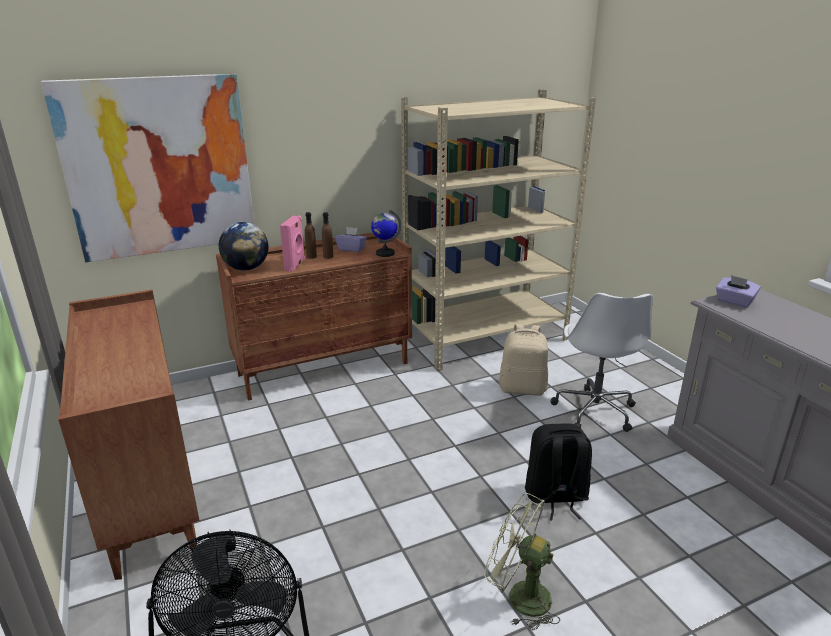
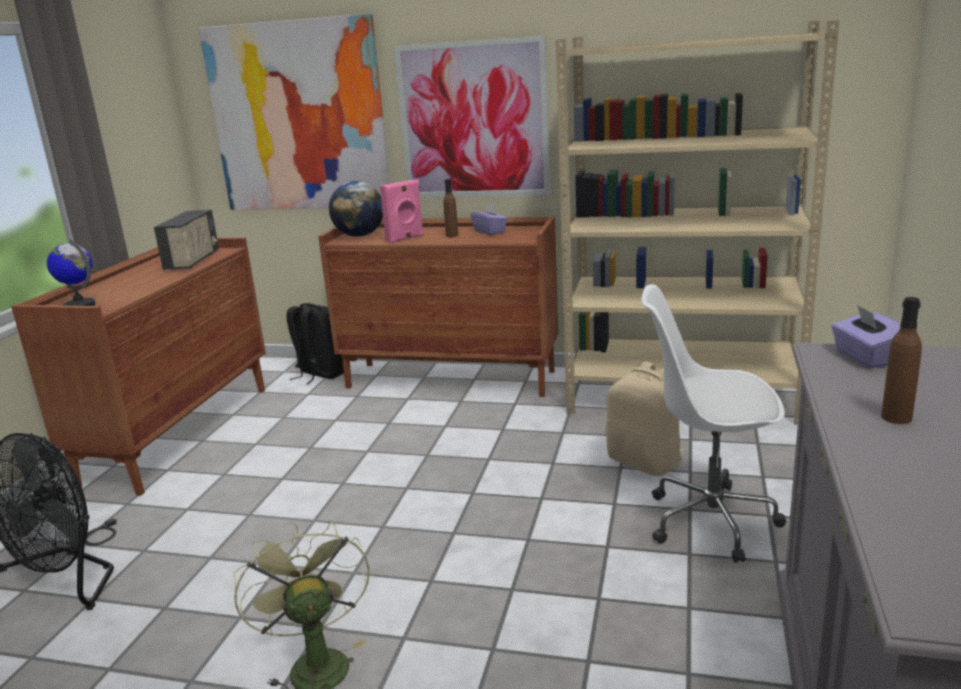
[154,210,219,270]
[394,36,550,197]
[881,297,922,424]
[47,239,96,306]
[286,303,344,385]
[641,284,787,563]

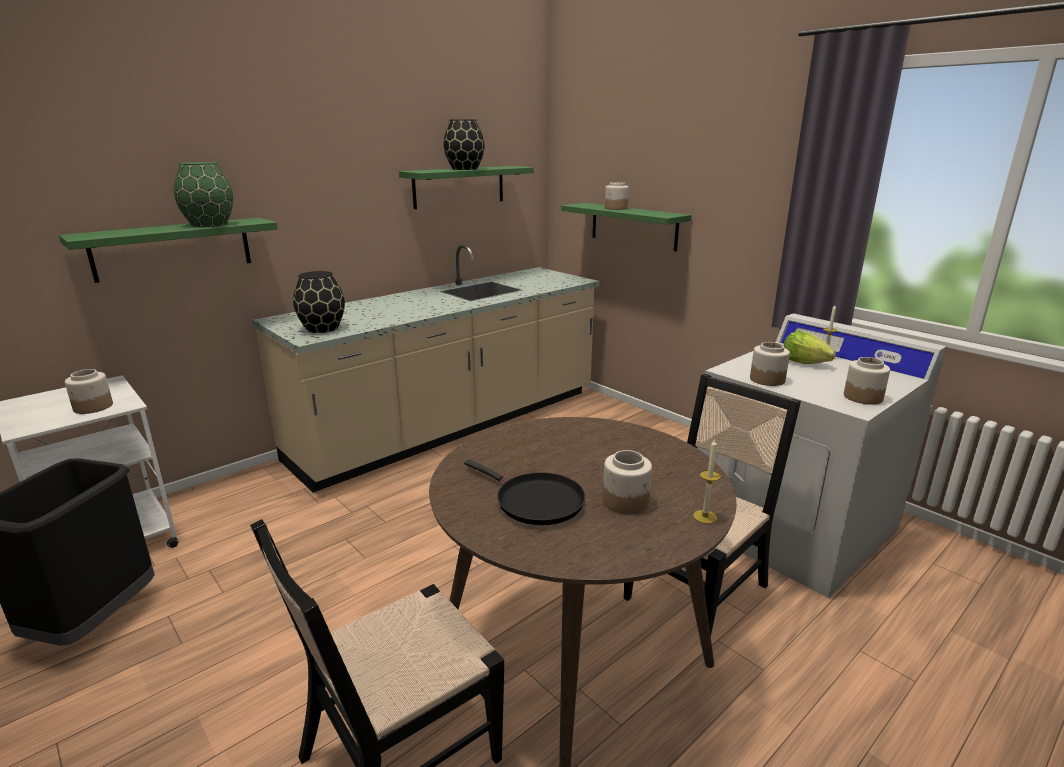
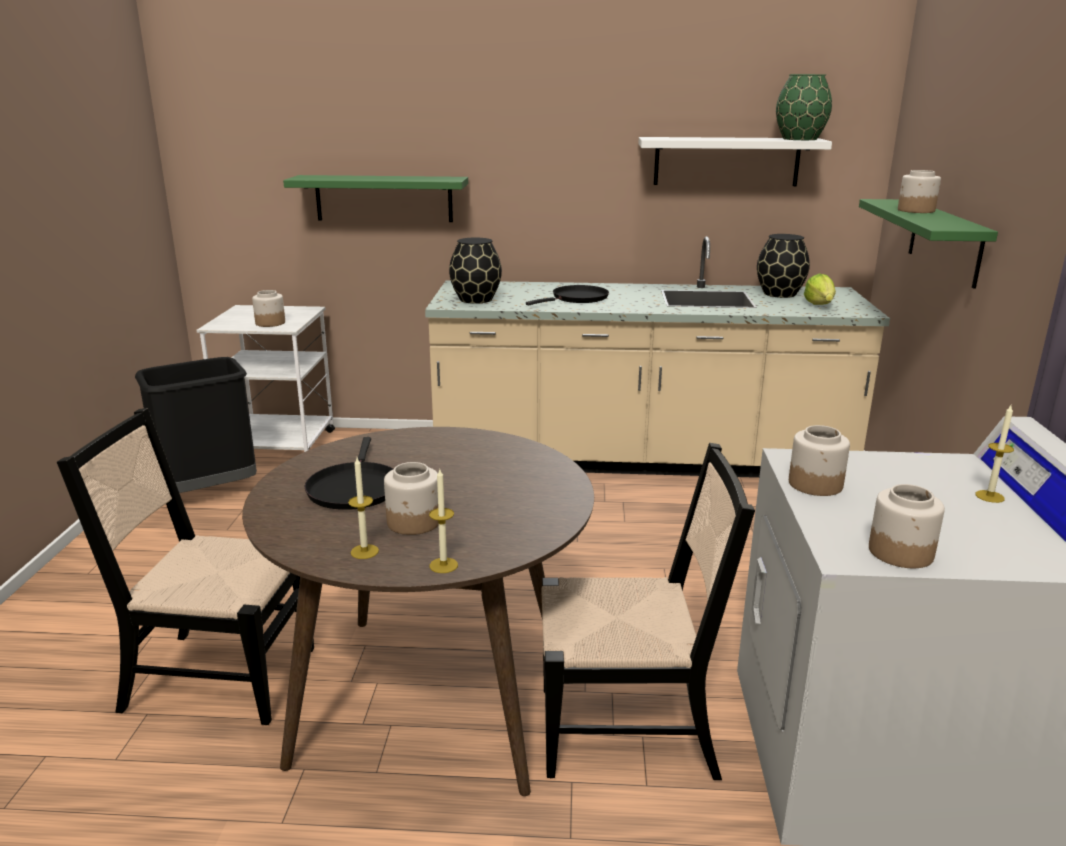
[348,458,379,559]
[526,285,609,305]
[776,74,832,140]
[757,234,810,298]
[804,273,836,305]
[638,137,832,186]

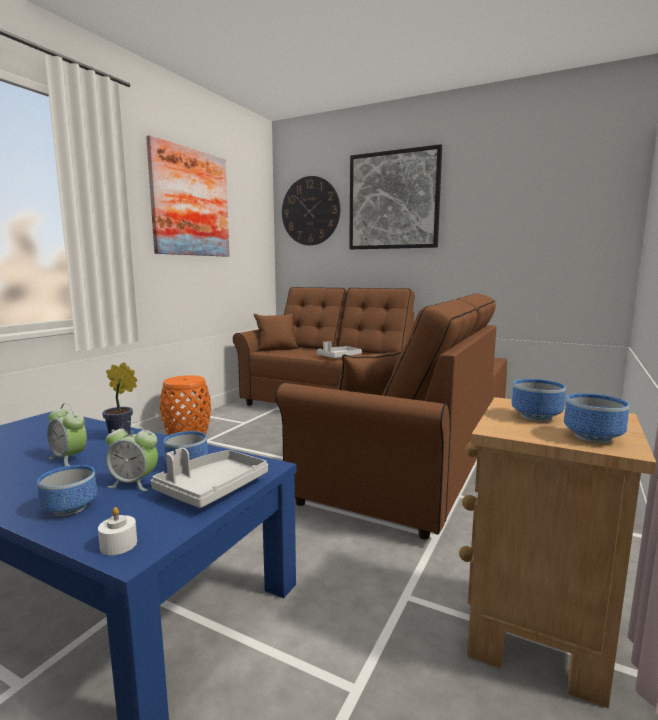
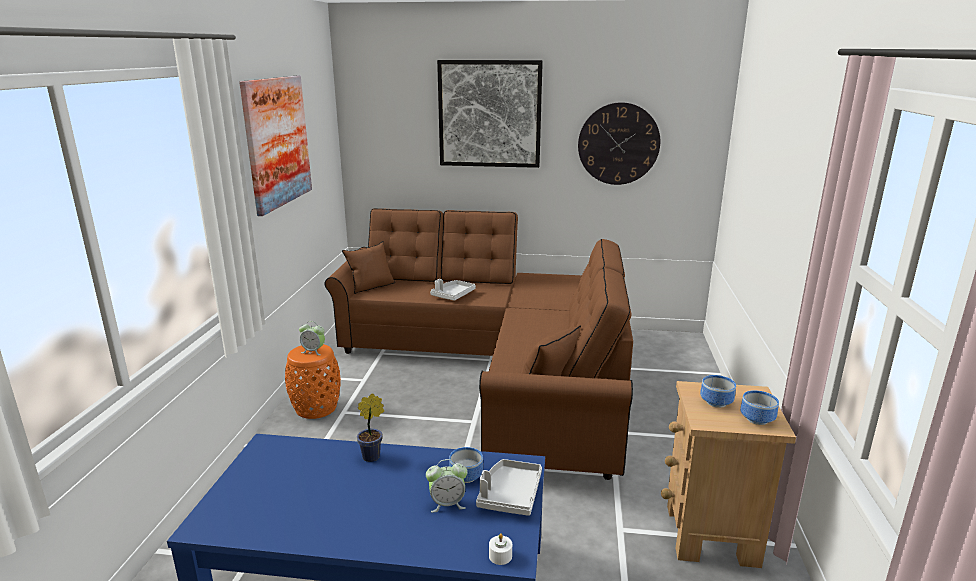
[37,465,97,516] (first image)
[299,321,325,355]
[578,102,660,185]

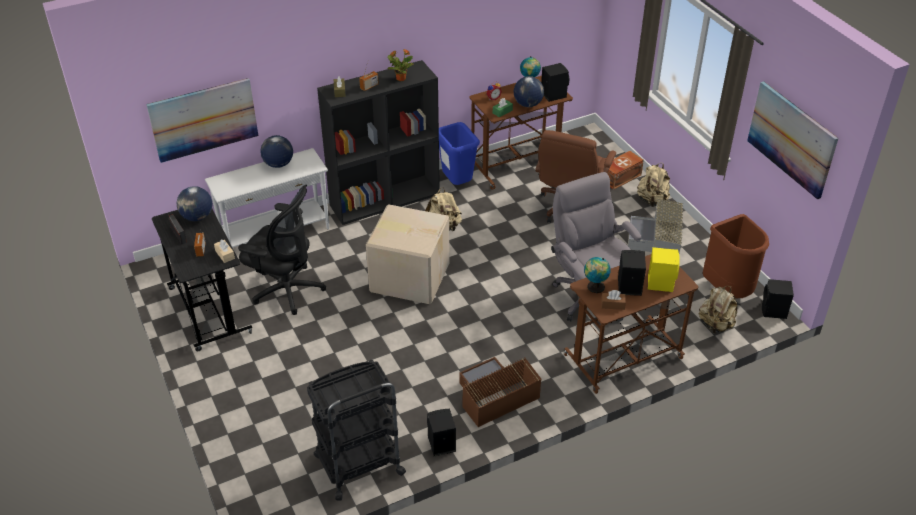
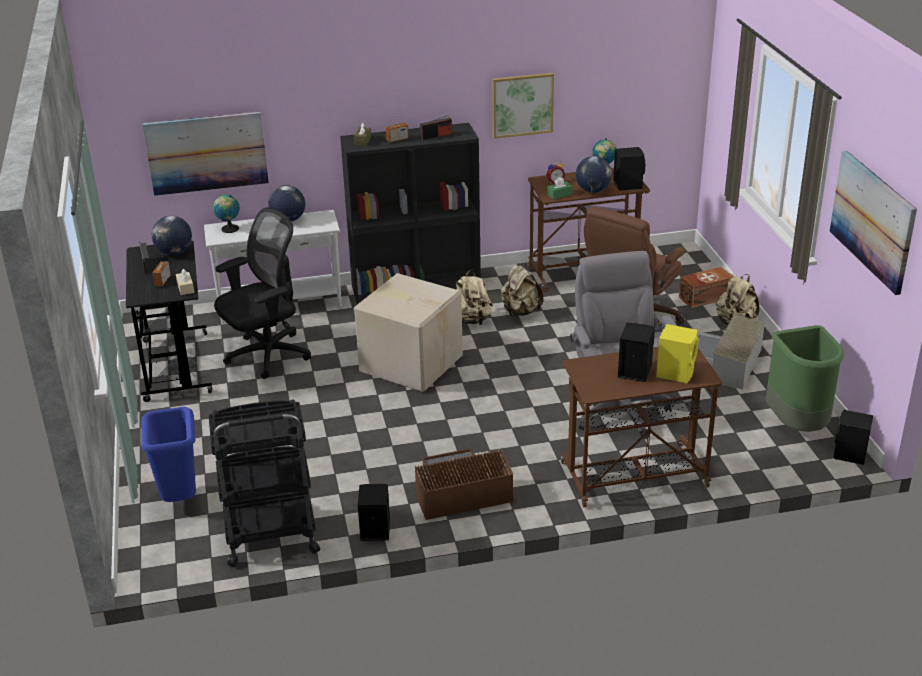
[601,290,626,310] (first image)
[492,73,554,139]
[141,407,196,502]
[213,195,240,233]
[501,264,543,317]
[420,115,452,140]
[766,325,844,432]
[214,207,311,379]

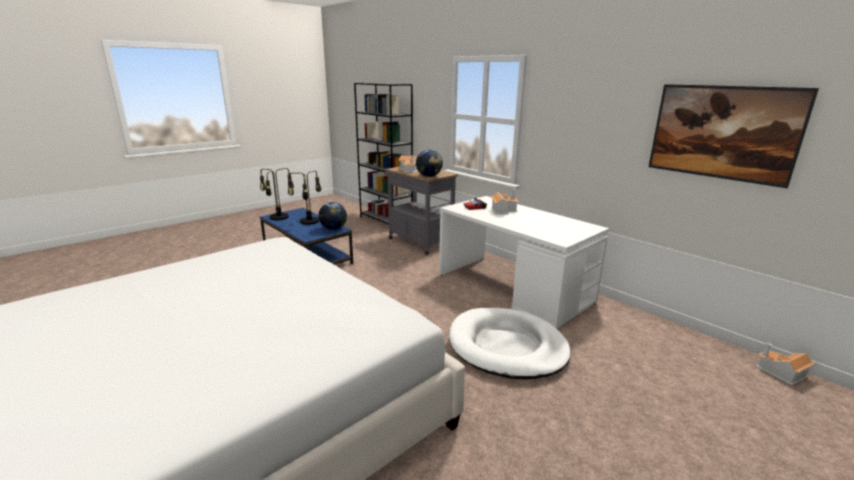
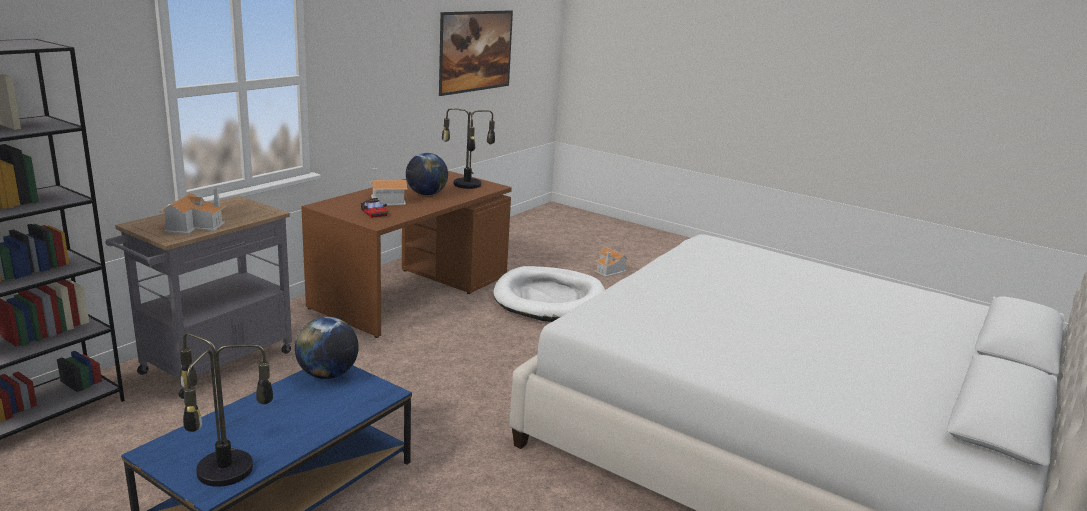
[442,108,495,189]
[406,153,448,195]
[595,247,629,277]
[301,171,512,338]

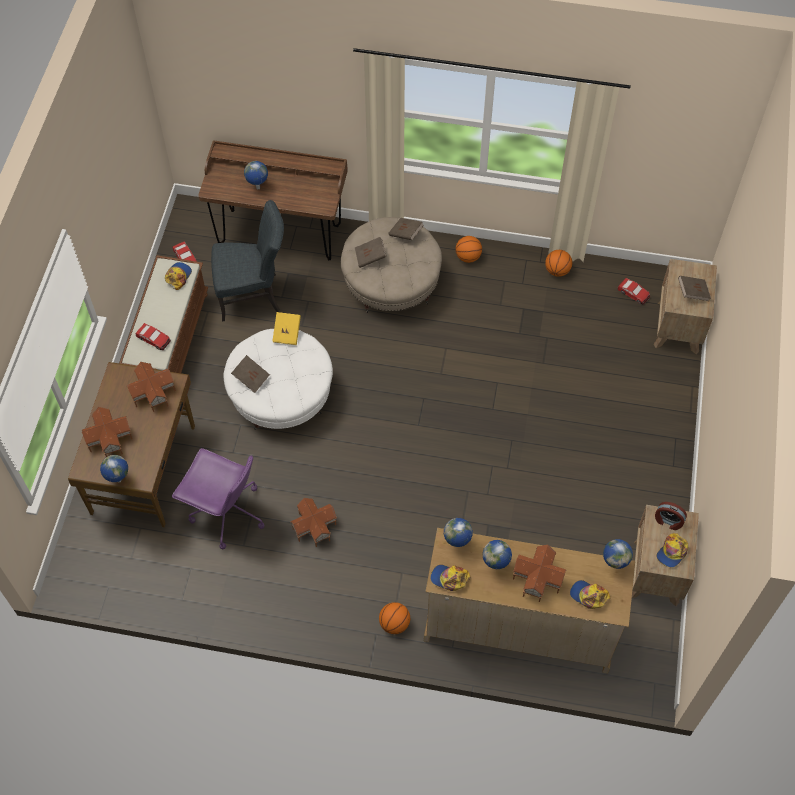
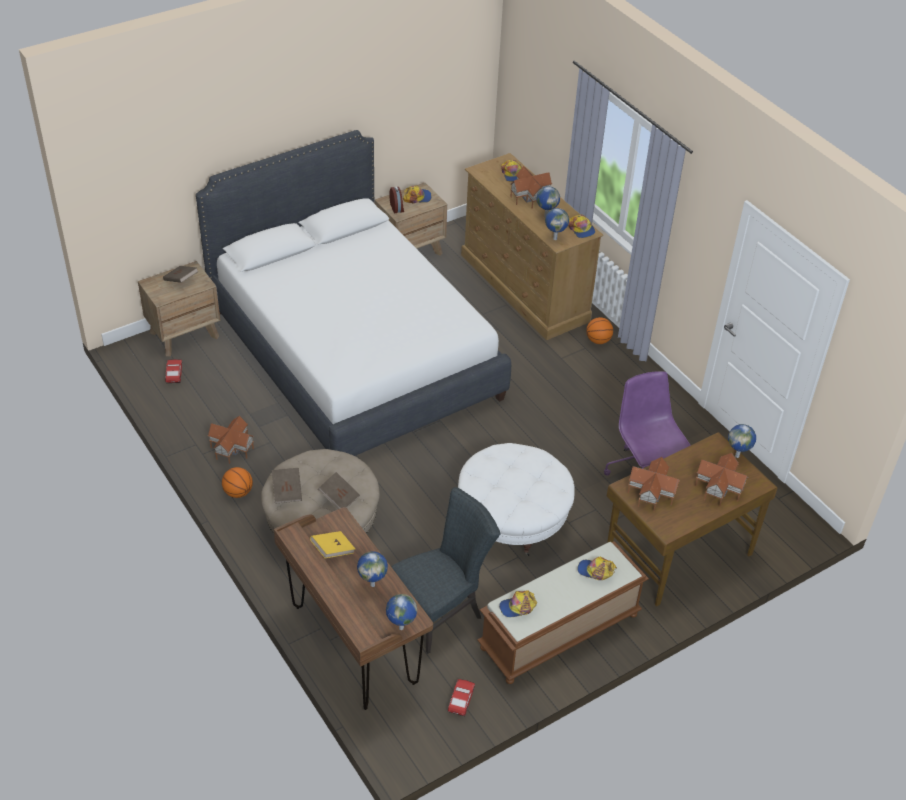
[231,355,270,393] (first image)
[545,250,572,277] (first image)
[196,130,511,456]
[310,531,355,558]
[208,416,254,464]
[386,594,417,630]
[577,556,617,580]
[391,487,501,654]

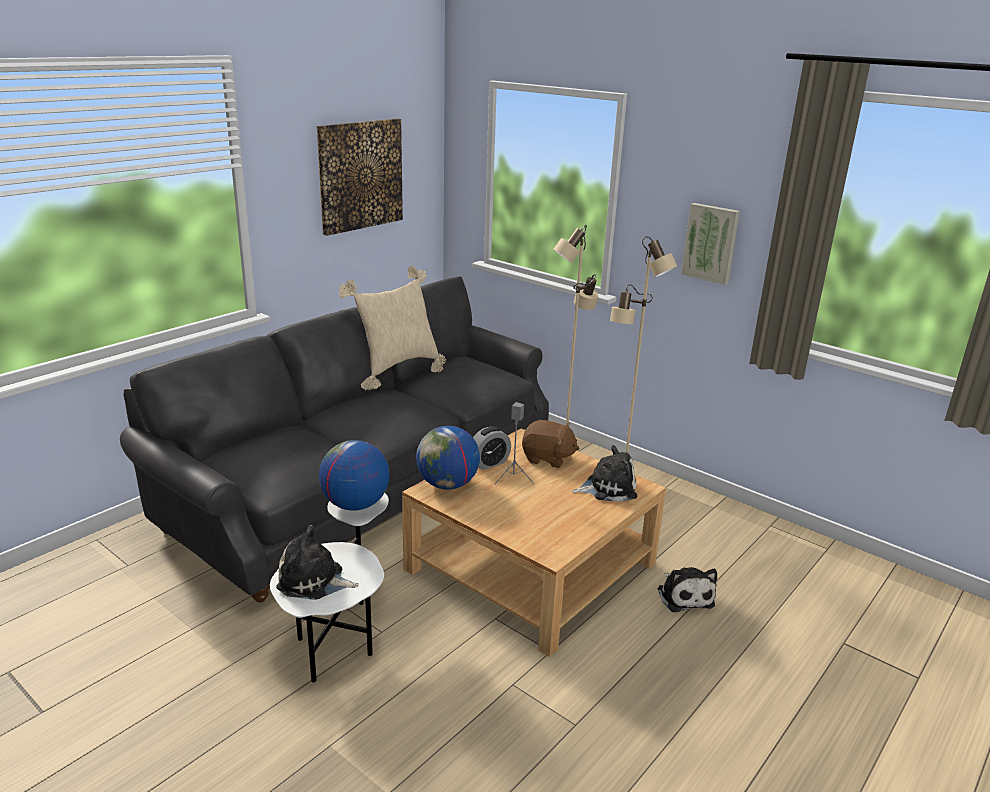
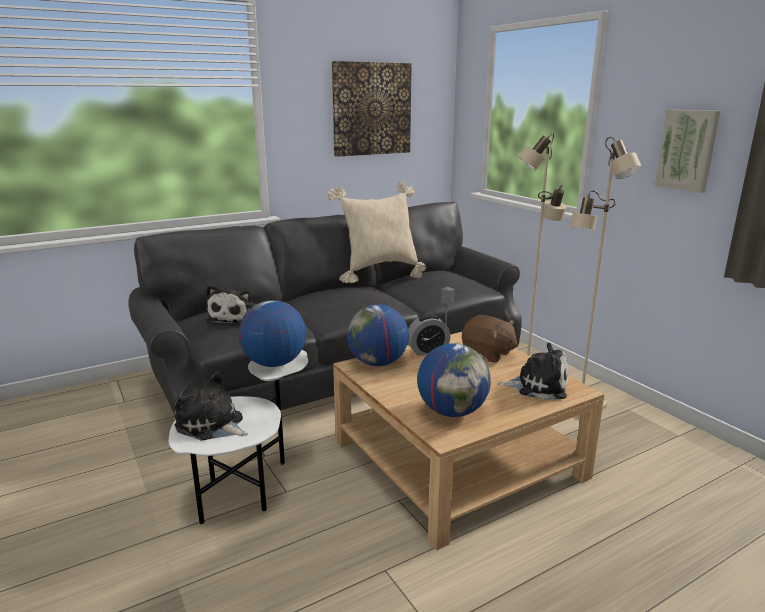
[417,343,490,417]
[206,285,253,325]

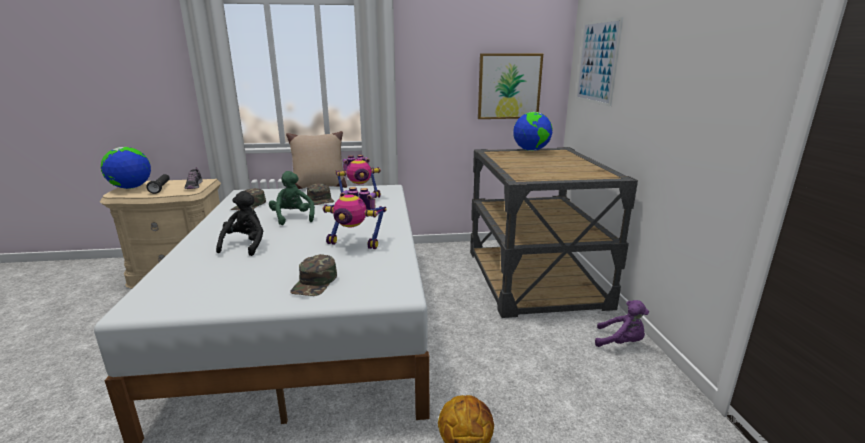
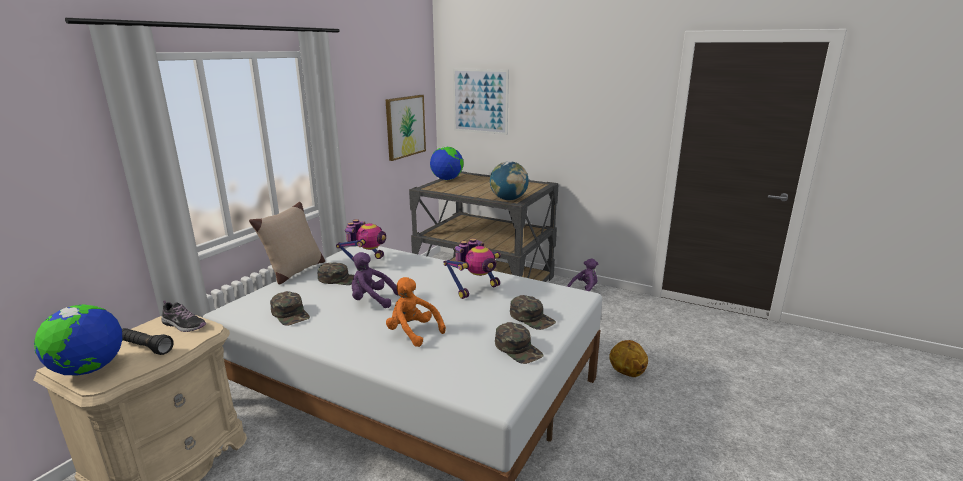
[490,161,529,200]
[495,322,544,364]
[386,277,446,347]
[352,252,399,308]

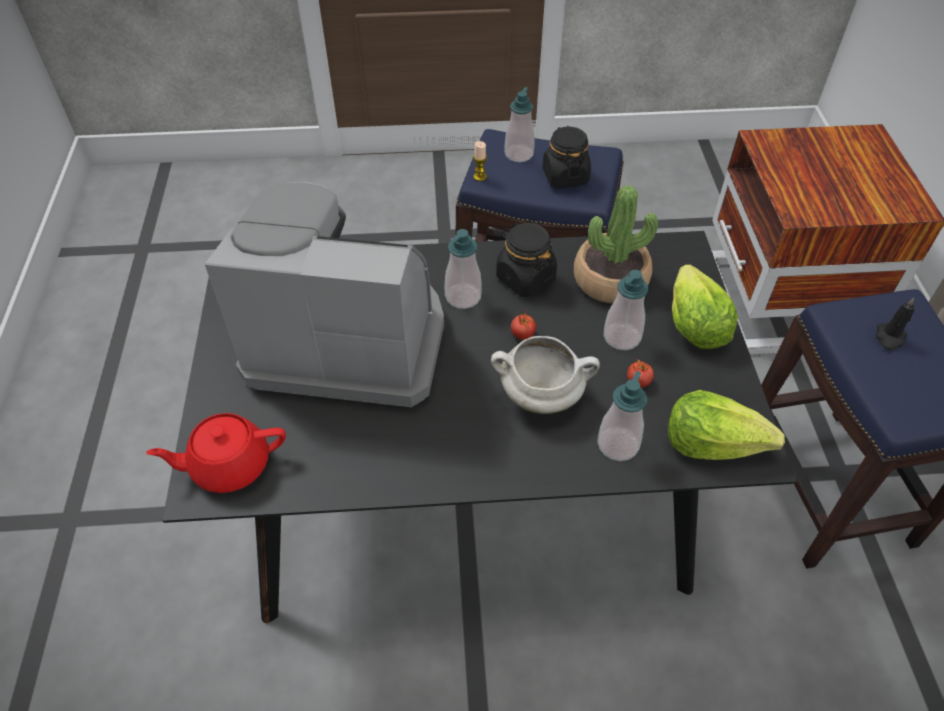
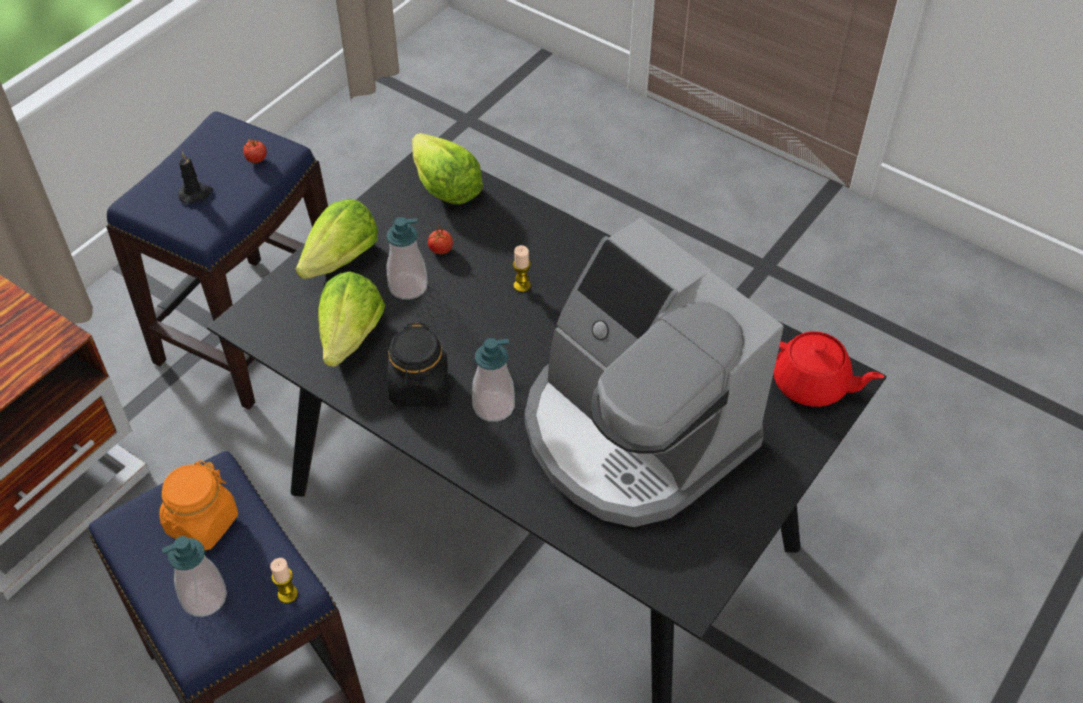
[597,371,647,461] (first image)
[243,138,267,163]
[513,245,531,292]
[318,271,385,367]
[160,460,238,551]

